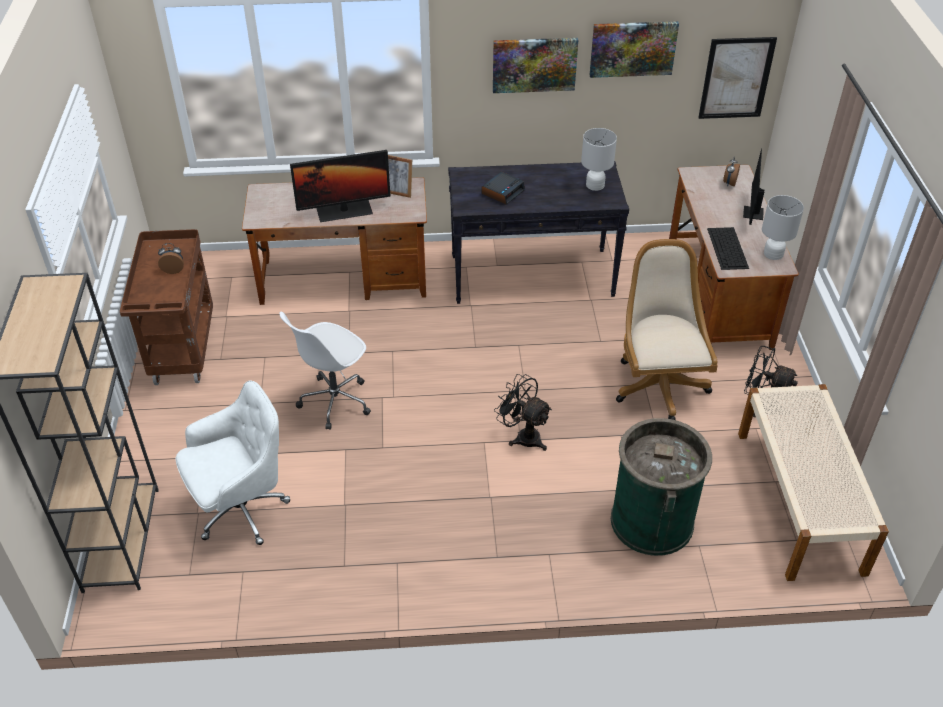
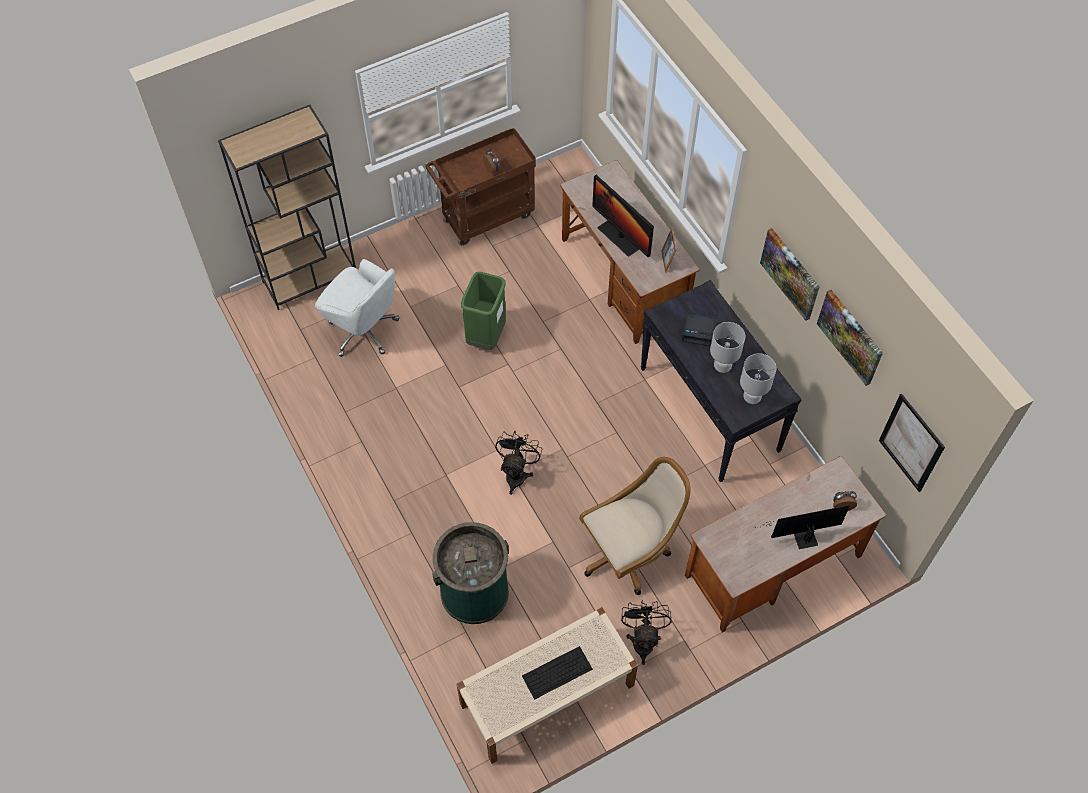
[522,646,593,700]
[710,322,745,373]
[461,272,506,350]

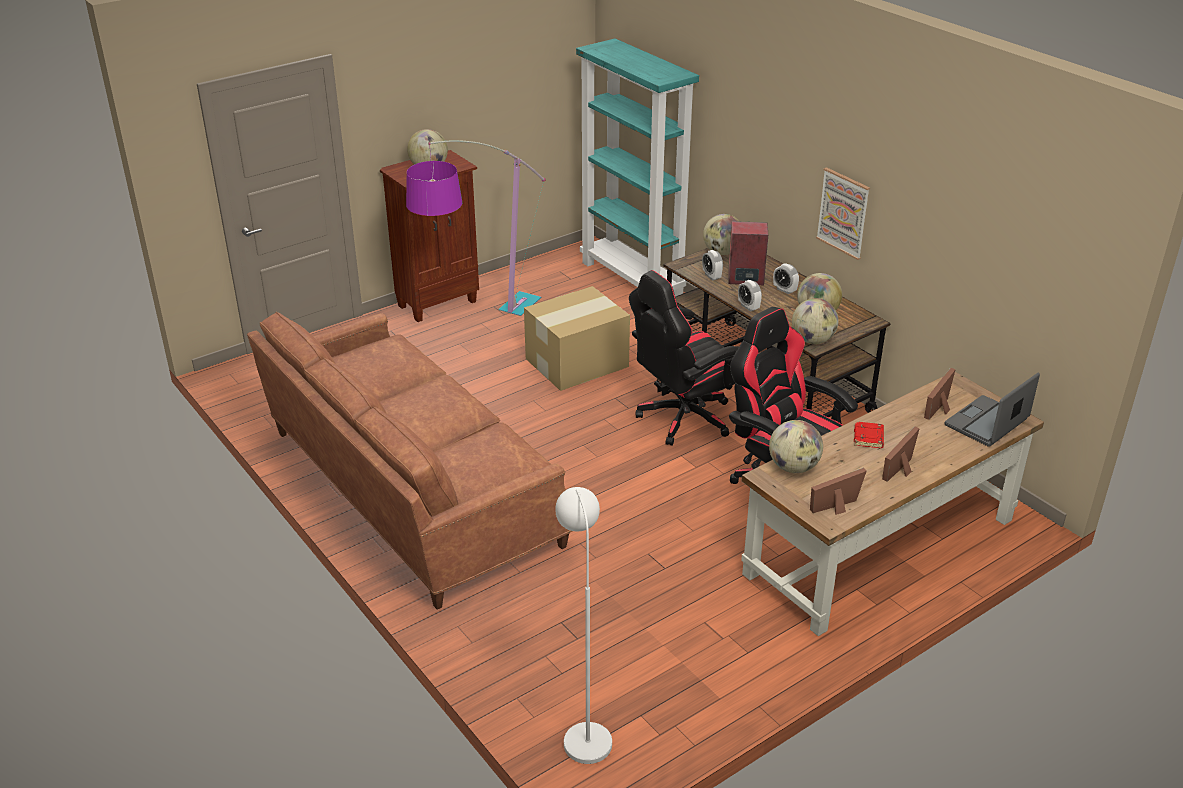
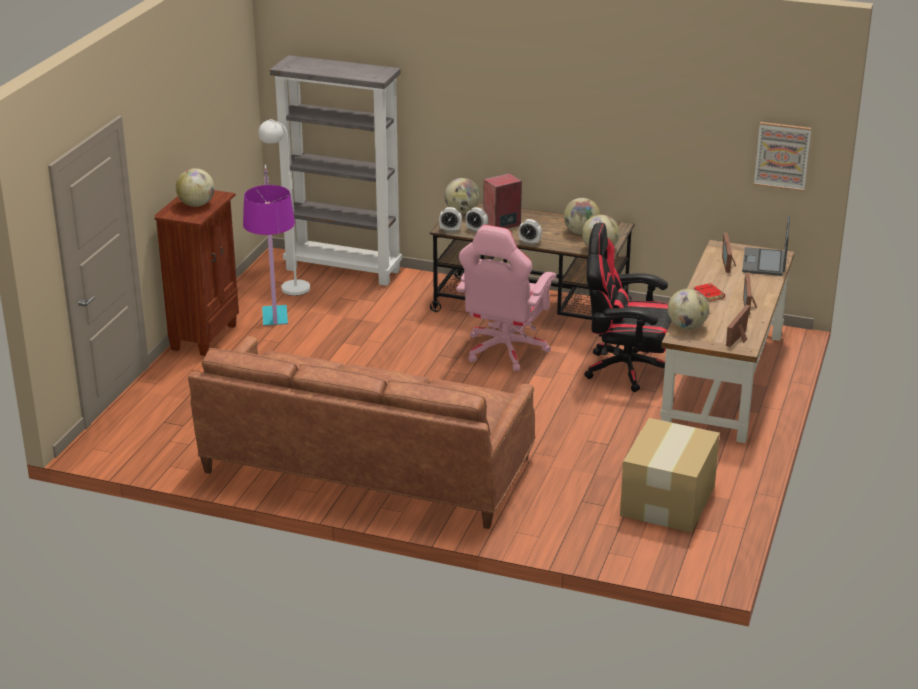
[620,418,720,533]
[258,119,310,296]
[439,207,462,232]
[754,122,811,191]
[270,55,402,286]
[456,225,556,372]

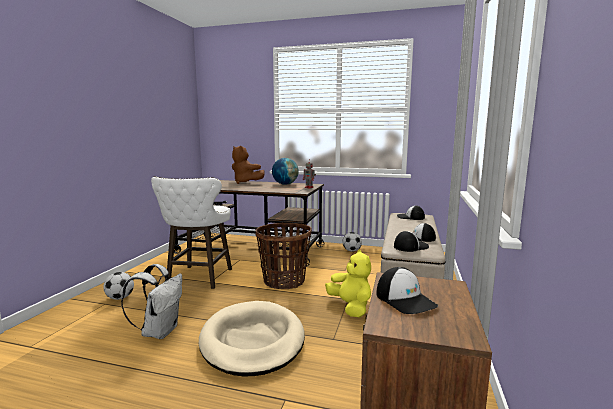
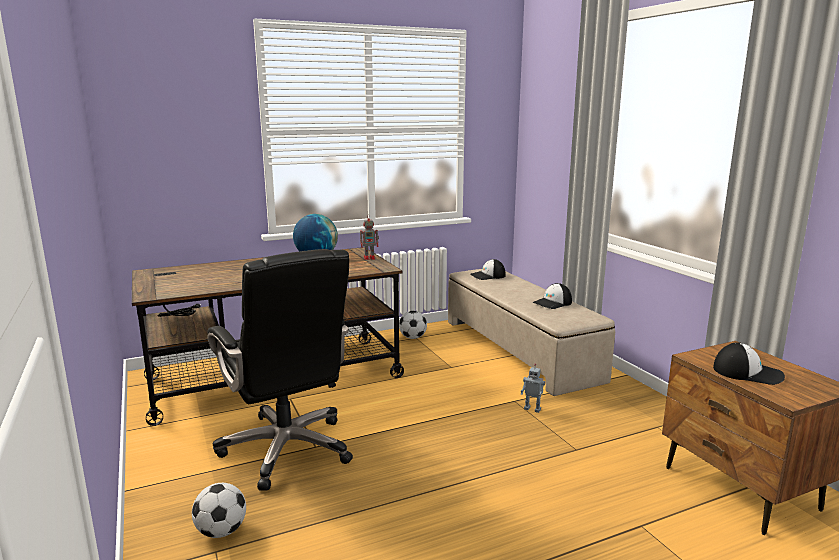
[121,264,182,339] (first image)
[199,301,305,376] (first image)
[232,146,264,184] (first image)
[255,223,312,289] (first image)
[394,231,429,252] (first image)
[207,249,353,491]
[521,364,545,413]

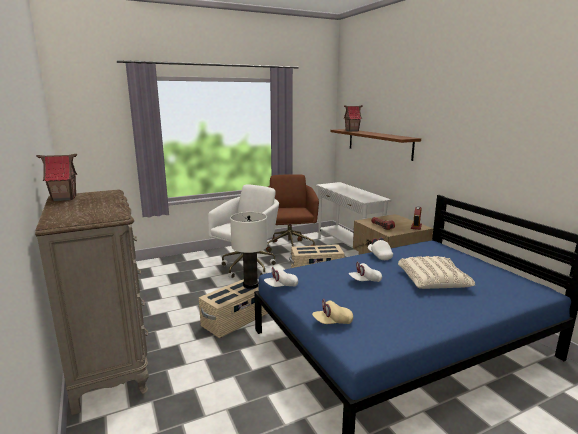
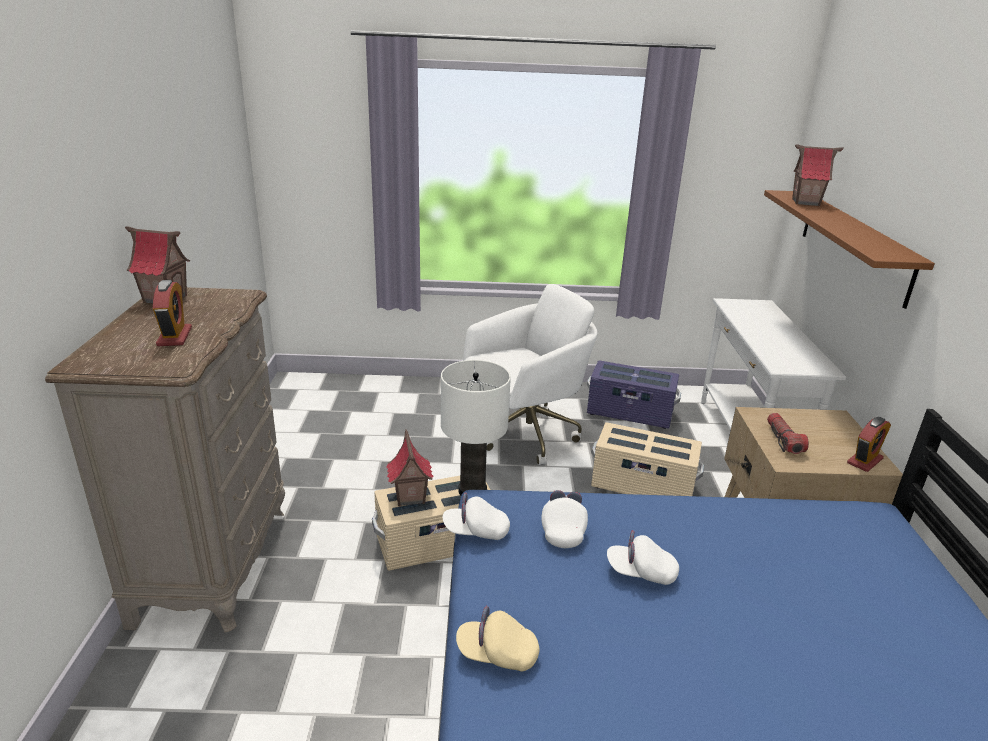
[398,256,475,289] (first image)
[153,280,192,346]
[386,430,433,507]
[541,490,588,548]
[587,360,681,429]

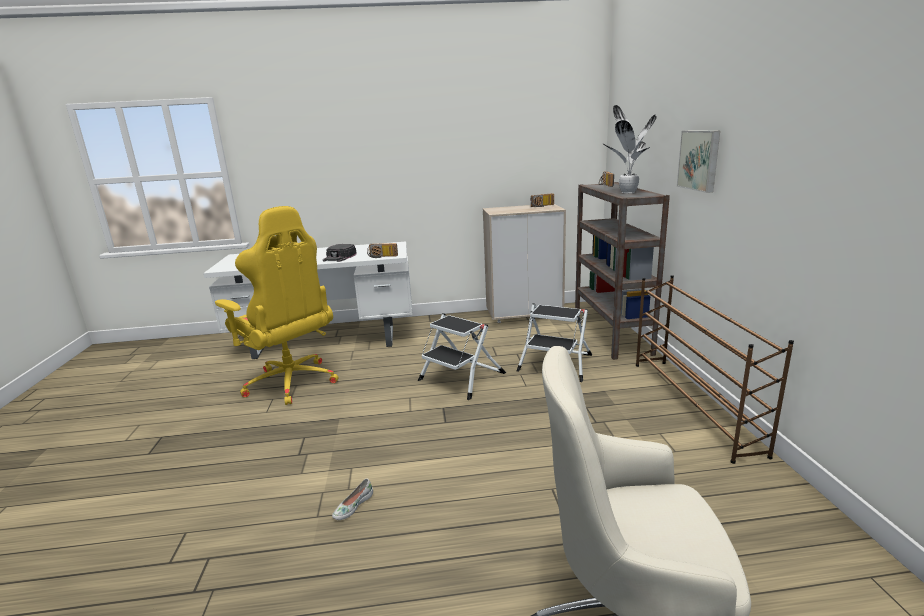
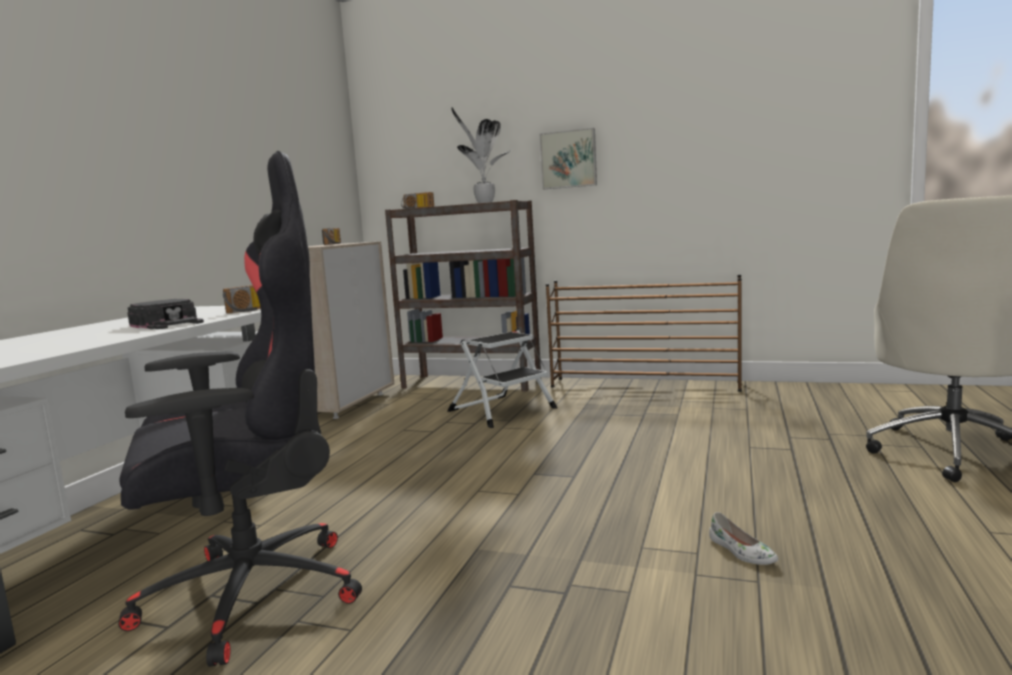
[418,313,506,400] (first image)
[118,151,362,667]

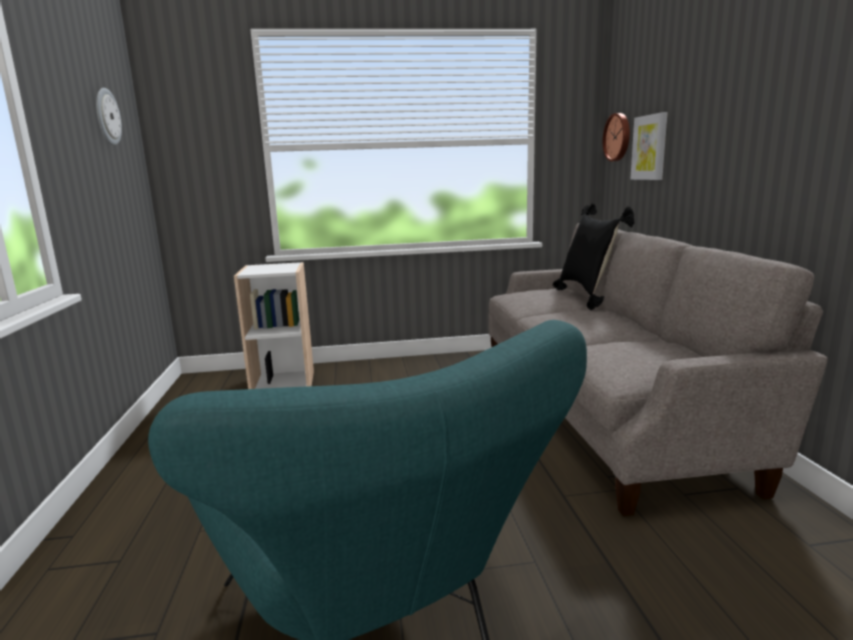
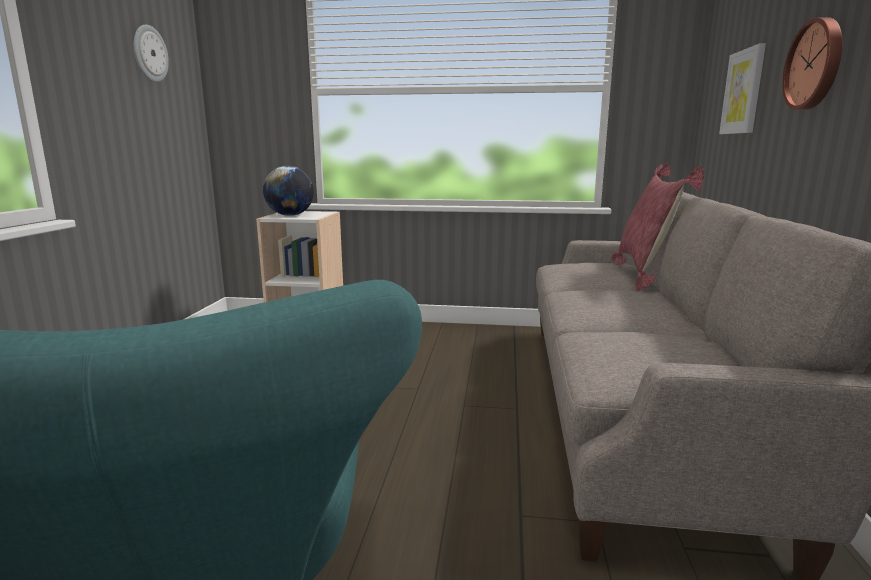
[263,166,314,216]
[782,17,843,110]
[611,163,704,292]

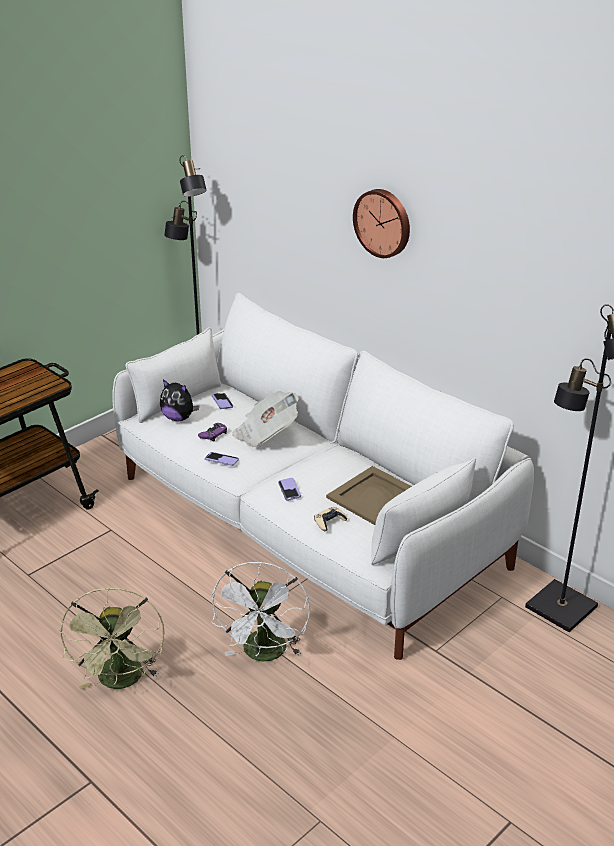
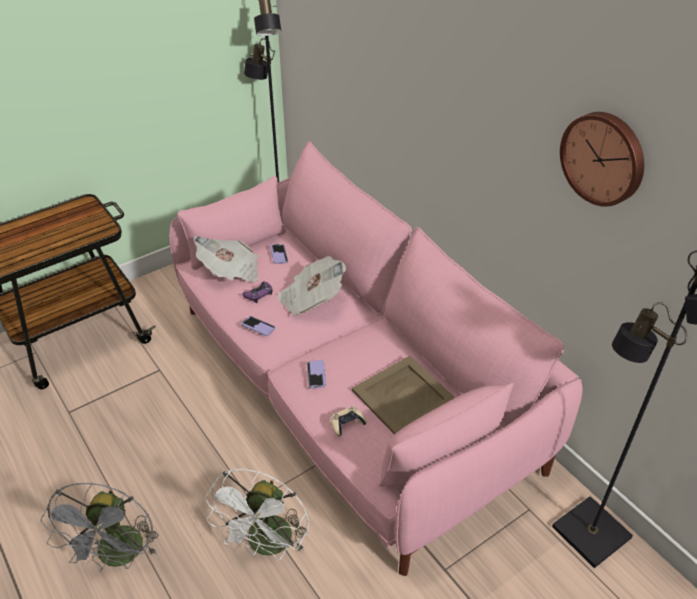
[560,112,644,207]
[194,236,258,282]
[40,482,159,572]
[169,141,582,576]

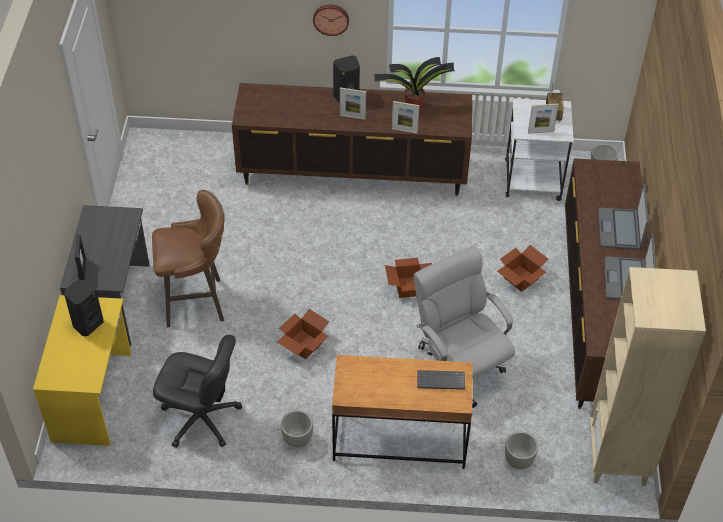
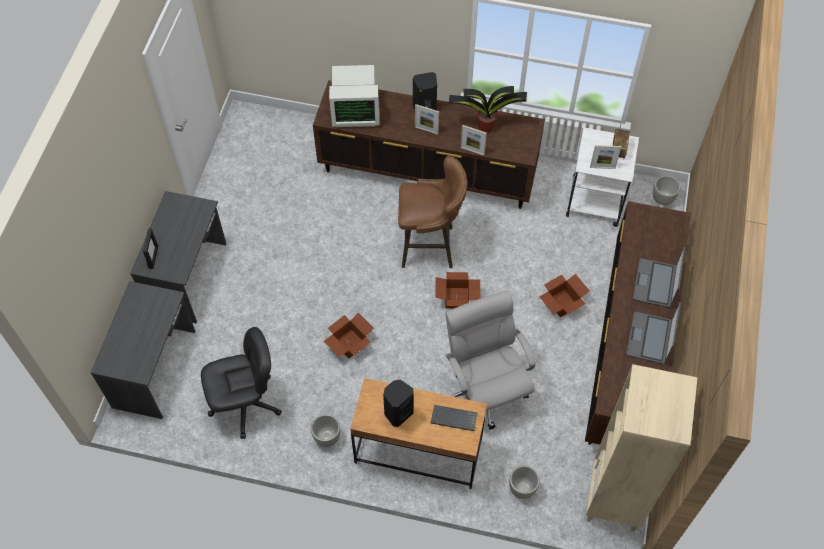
[313,5,349,36] (first image)
[329,65,380,127]
[383,380,414,427]
[398,156,468,268]
[90,281,195,419]
[201,327,282,439]

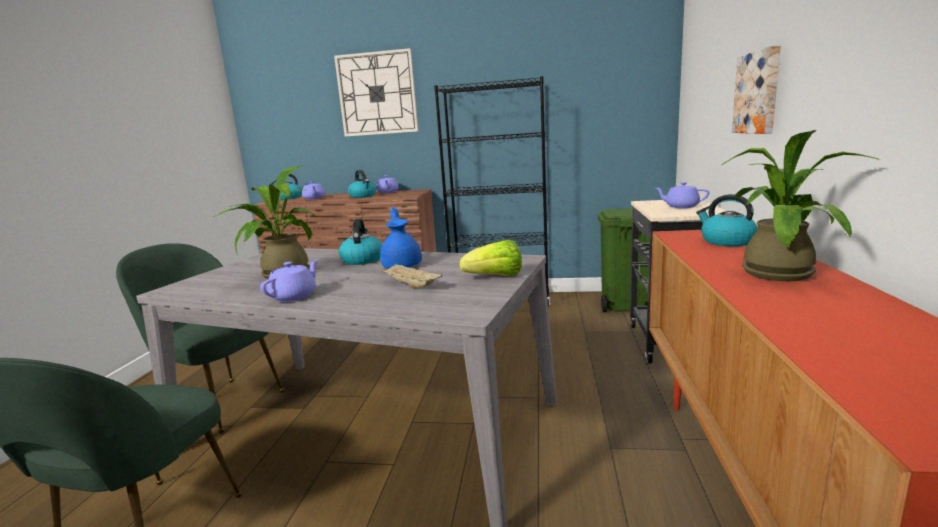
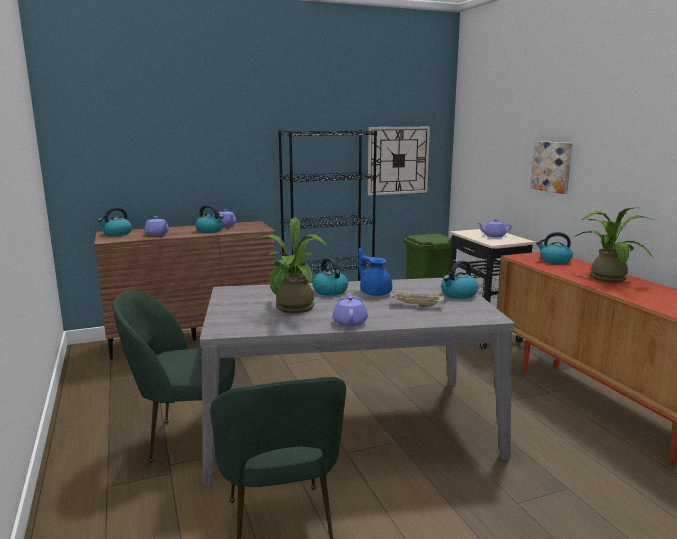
[368,127,430,196]
[441,260,478,299]

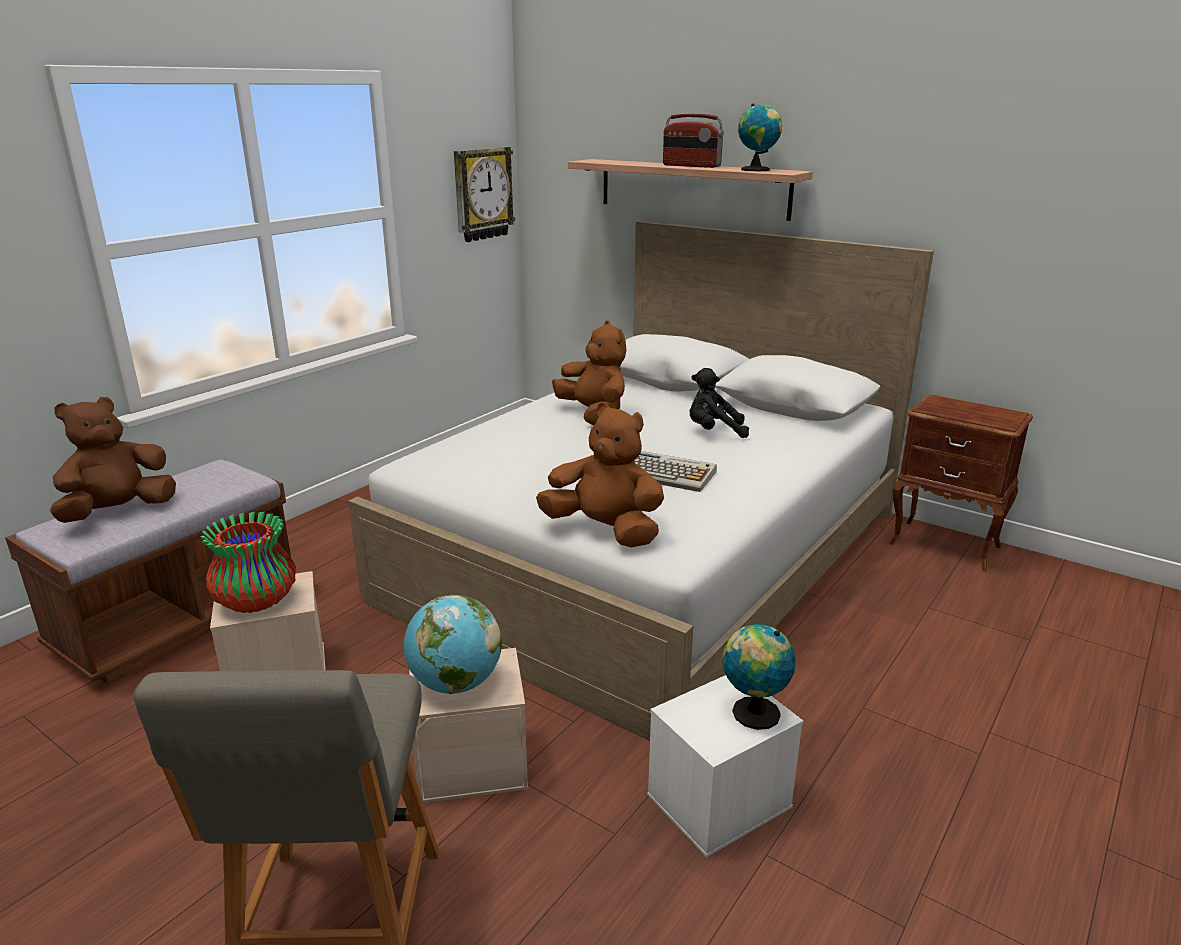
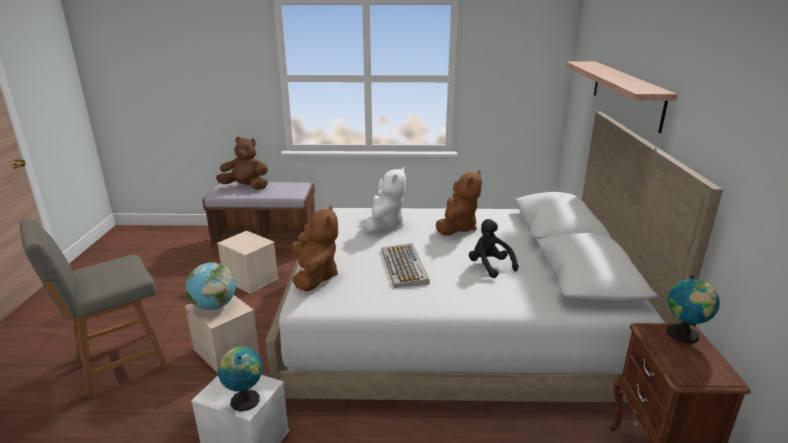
[200,511,296,613] (first image)
[454,147,515,242] (first image)
[663,114,724,168] (first image)
[363,167,406,233]
[666,276,720,343]

